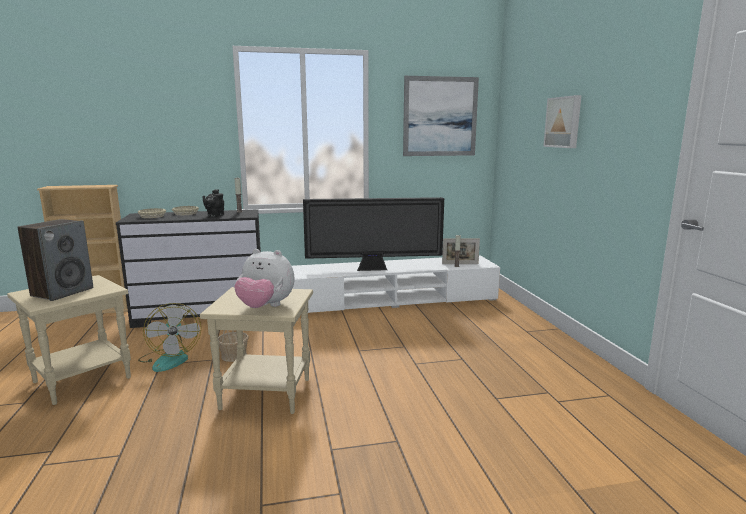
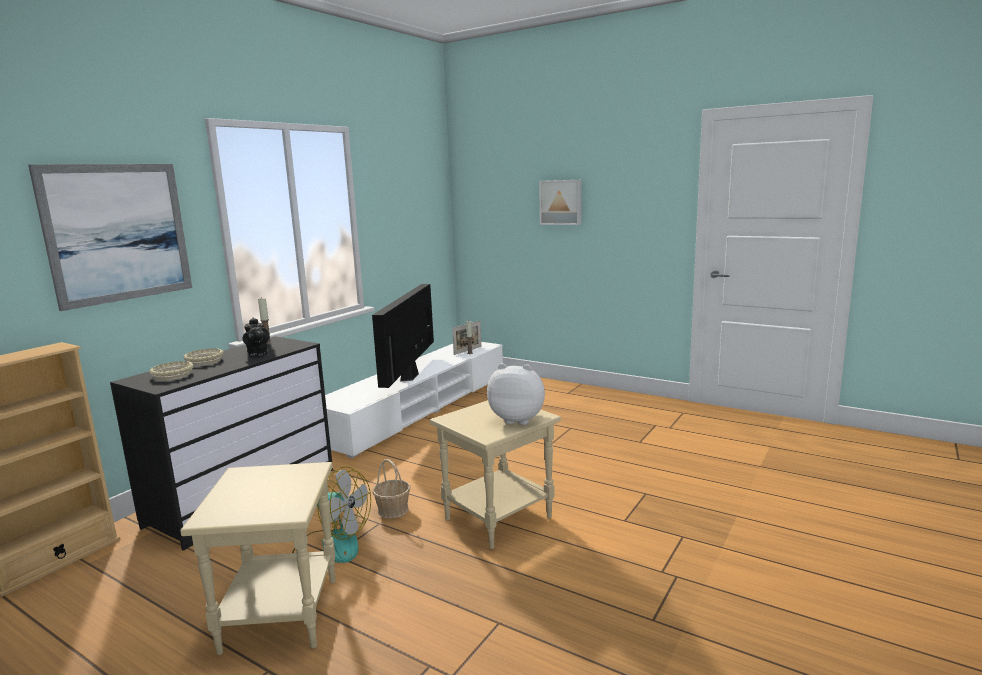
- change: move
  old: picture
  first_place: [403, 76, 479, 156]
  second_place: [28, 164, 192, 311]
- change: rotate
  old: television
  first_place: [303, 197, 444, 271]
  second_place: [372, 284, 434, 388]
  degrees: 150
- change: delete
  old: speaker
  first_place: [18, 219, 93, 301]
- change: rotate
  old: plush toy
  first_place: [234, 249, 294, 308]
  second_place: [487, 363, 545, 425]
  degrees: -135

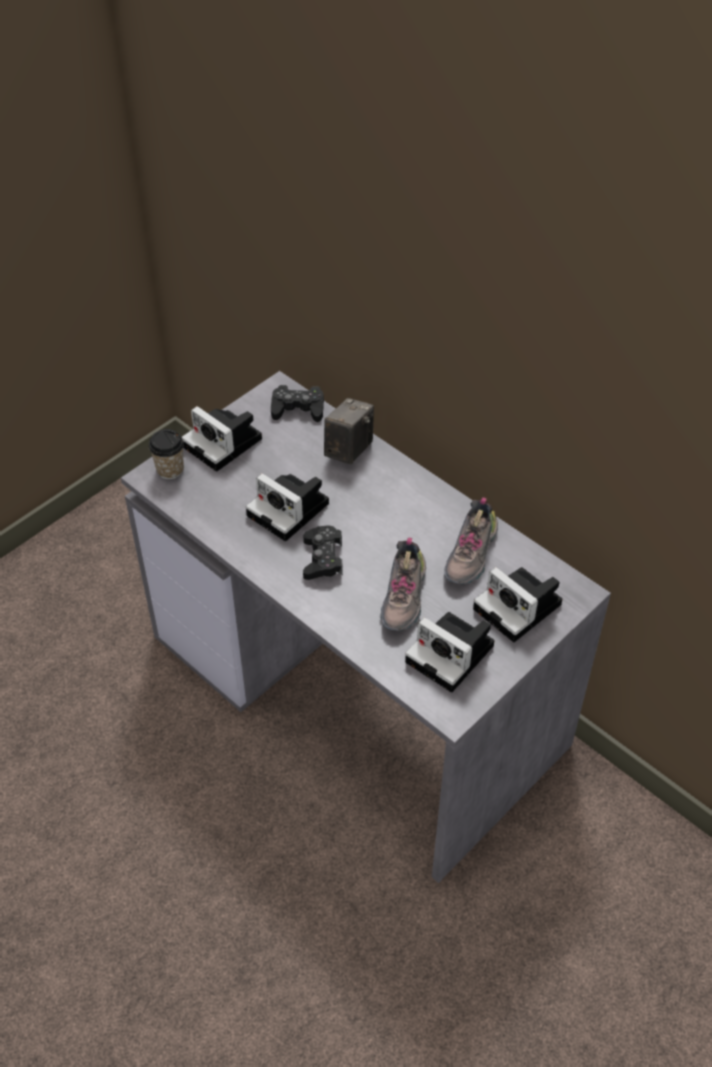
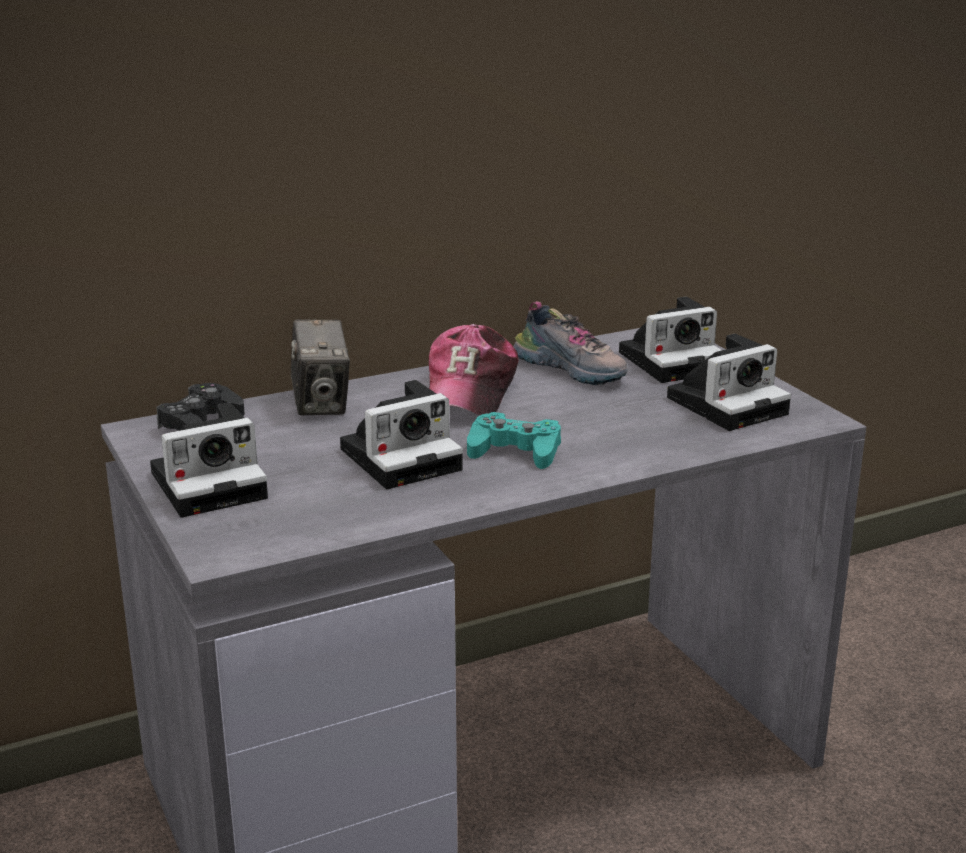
- change: rotate
  old: photo camera
  first_place: [324, 398, 374, 464]
  second_place: [290, 319, 350, 415]
  degrees: -150
- change: delete
  old: cup
  first_place: [149, 429, 184, 479]
- change: recolor
  old: black game controller
  new: turquoise game controller
  first_place: [303, 525, 343, 580]
  second_place: [467, 412, 561, 469]
- change: delete
  old: shoe
  first_place: [380, 538, 426, 631]
- change: insert
  new: cap
  second_place: [429, 324, 519, 415]

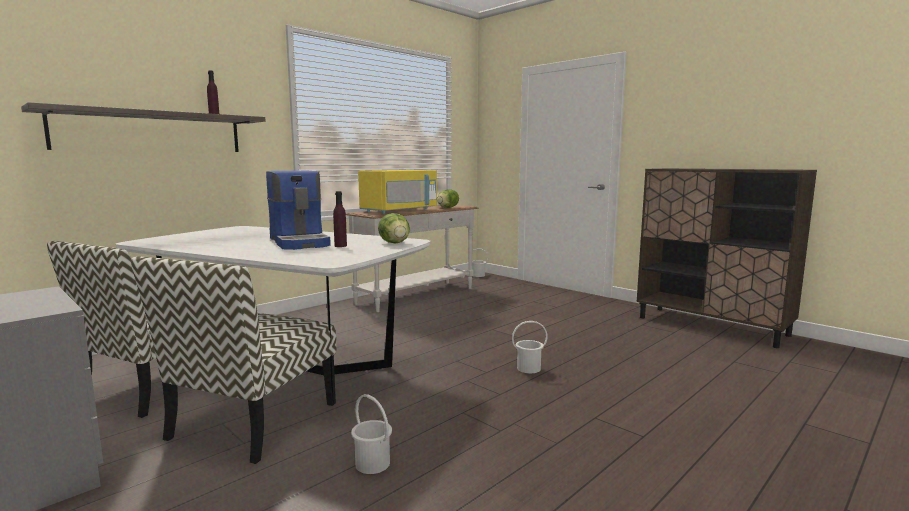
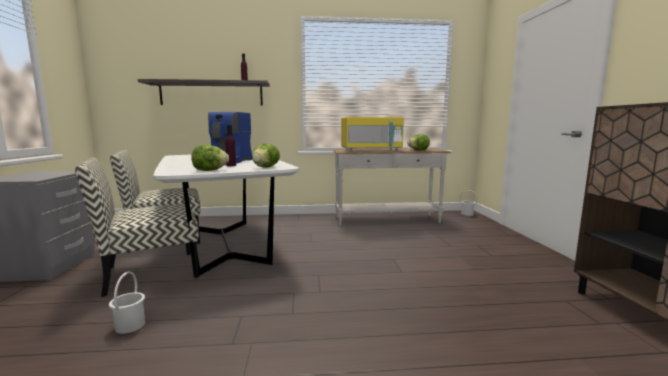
- change: delete
  old: white bucket
  first_place: [512, 321, 548, 373]
- change: insert
  new: lettuce
  second_place: [191, 145, 229, 171]

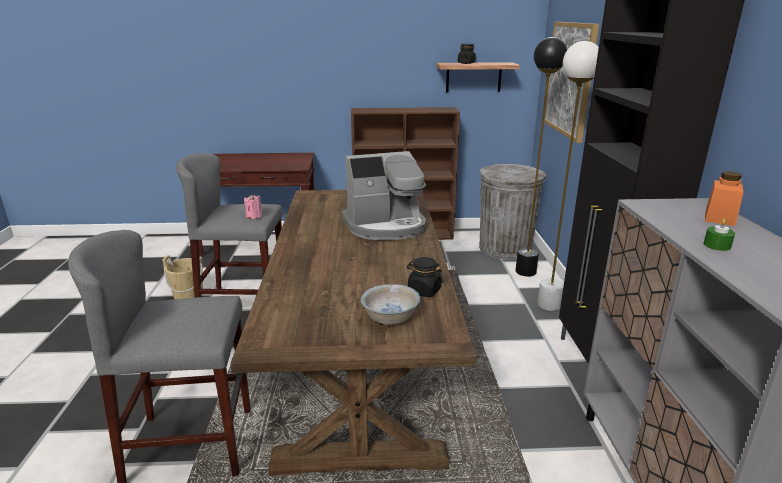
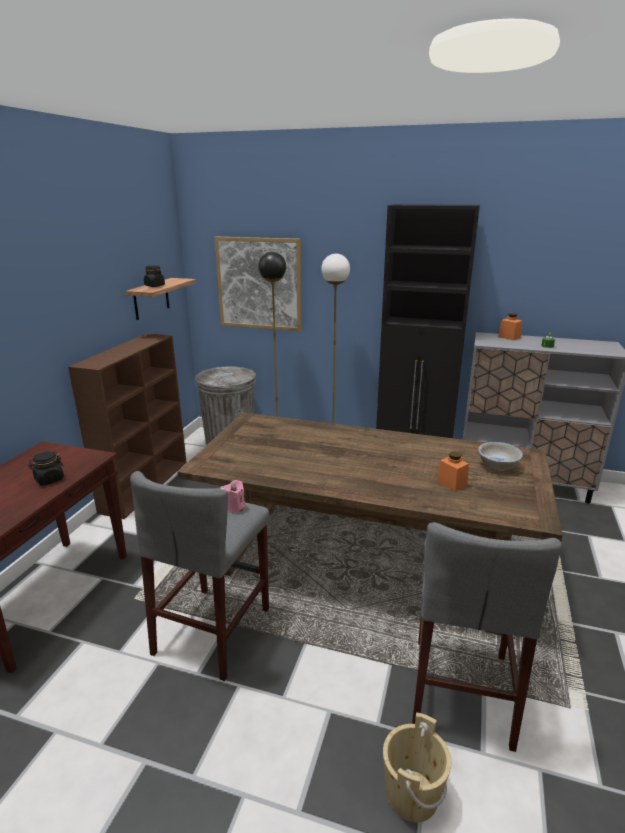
- change: delete
  old: coffee machine
  first_place: [342, 151, 426, 240]
- change: move
  old: beige bucket
  first_place: [162, 255, 203, 299]
  second_place: [383, 713, 451, 823]
- change: move
  old: black jar
  first_place: [407, 257, 443, 297]
  second_place: [28, 451, 64, 485]
- change: insert
  new: orange jar
  second_place: [437, 451, 469, 491]

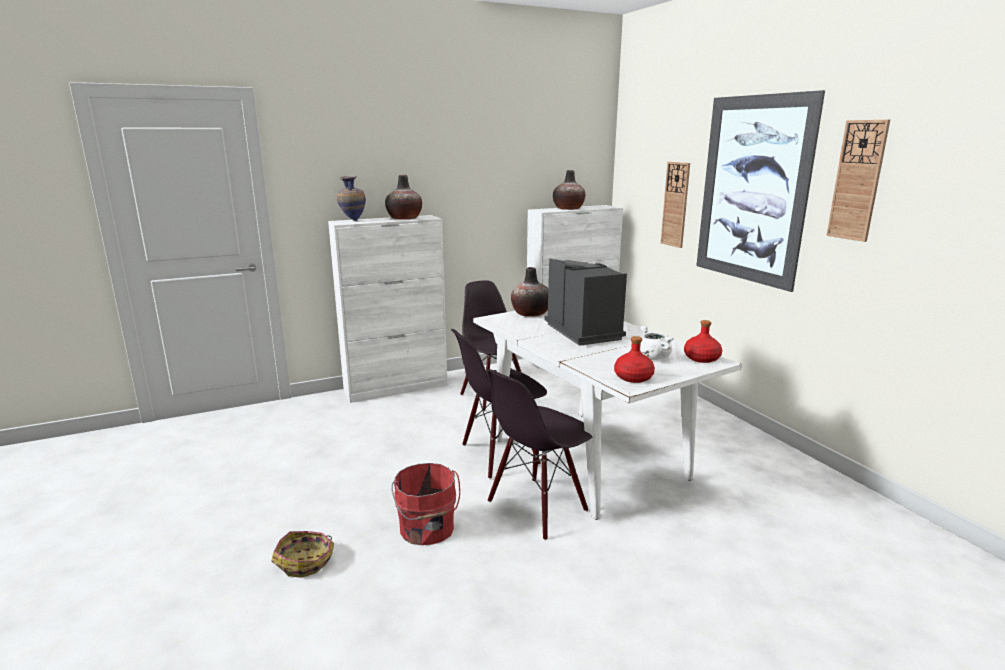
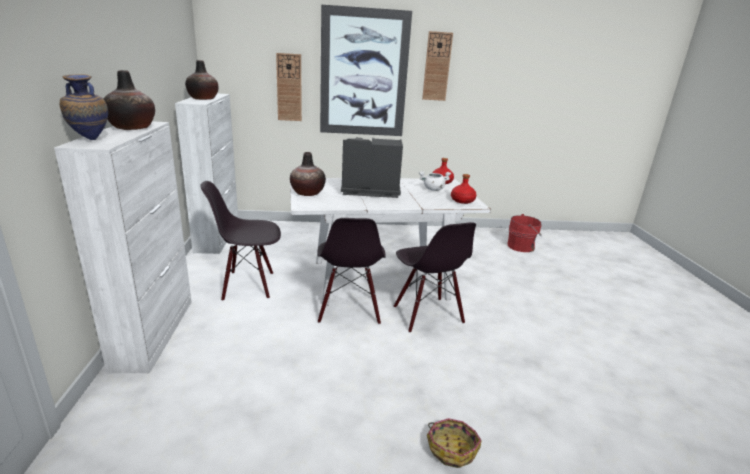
- change: move
  old: red bucket
  first_place: [391, 463, 460, 545]
  second_place: [508, 214, 542, 252]

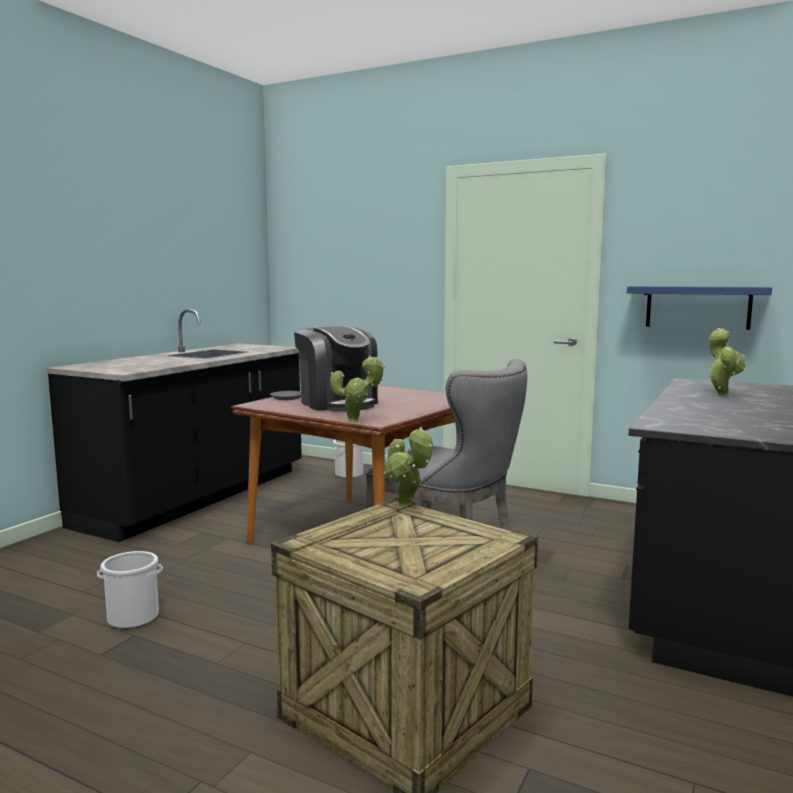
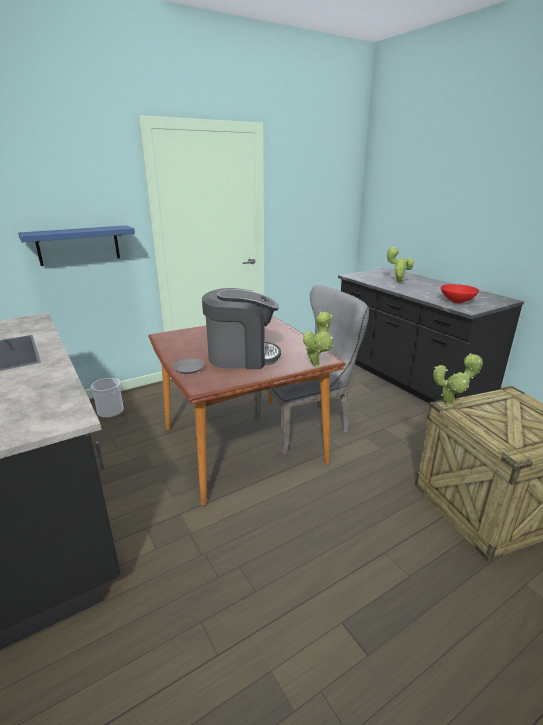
- change: move
  old: blue shelf
  first_place: [627, 286, 772, 330]
  second_place: [18, 225, 135, 266]
- change: delete
  old: bucket
  first_place: [97, 551, 163, 629]
- change: insert
  new: red bowl
  second_place: [441, 284, 479, 303]

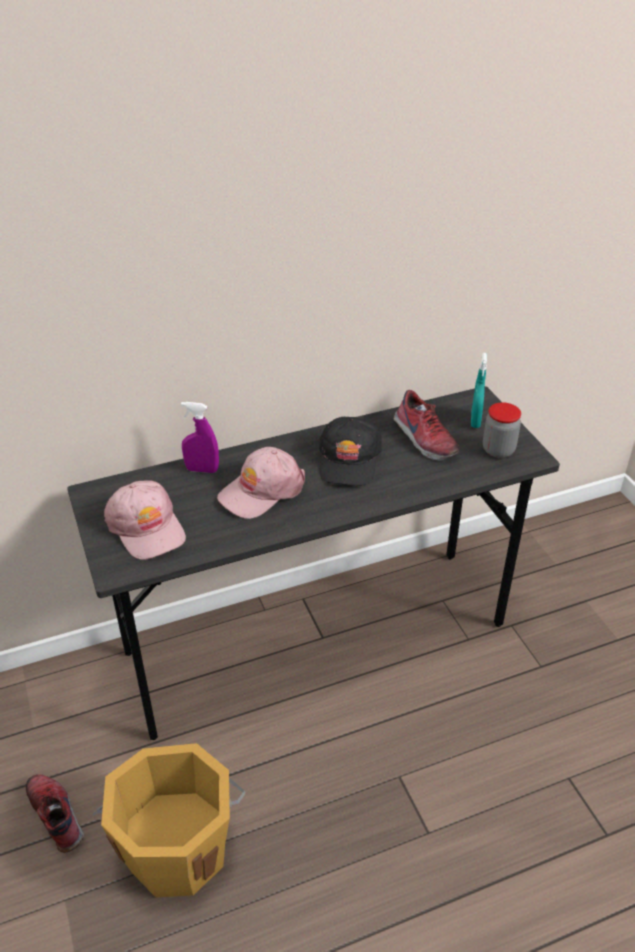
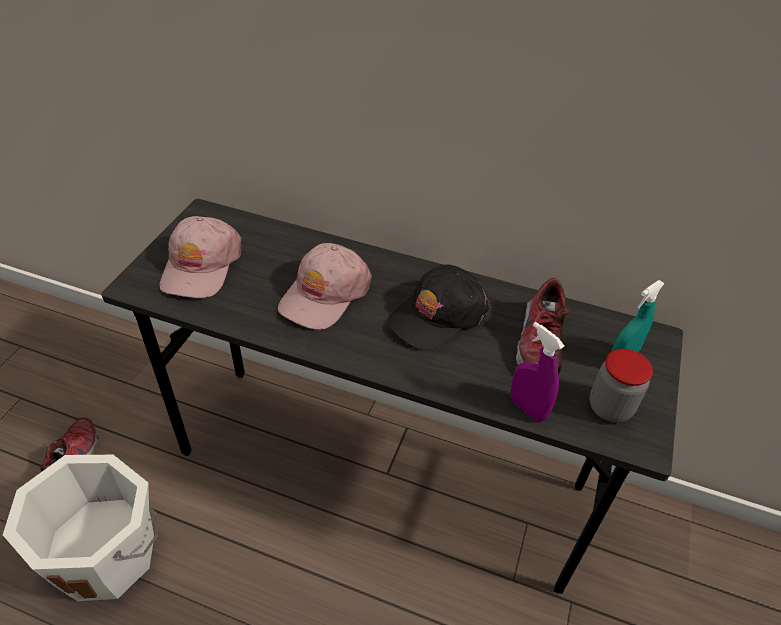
- change: move
  old: purple spray bottle
  first_place: [181, 402, 219, 473]
  second_place: [510, 322, 564, 422]
- change: rotate
  old: pink cap
  first_place: [217, 447, 305, 519]
  second_place: [278, 243, 372, 330]
  degrees: -60
- change: recolor
  old: orange bucket
  new: white bucket
  first_place: [92, 743, 246, 897]
  second_place: [3, 455, 158, 601]

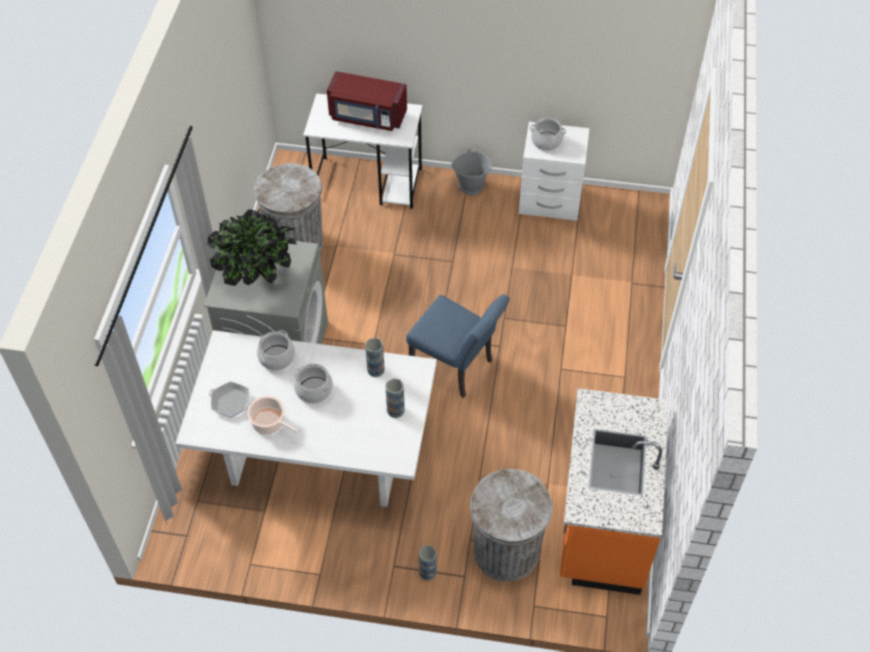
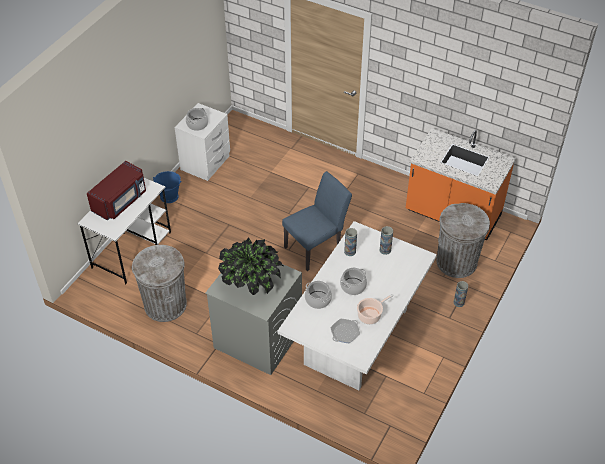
- change: recolor
  old: grey bucket
  new: blue bucket
  first_place: [451, 149, 492, 195]
  second_place: [153, 171, 182, 203]

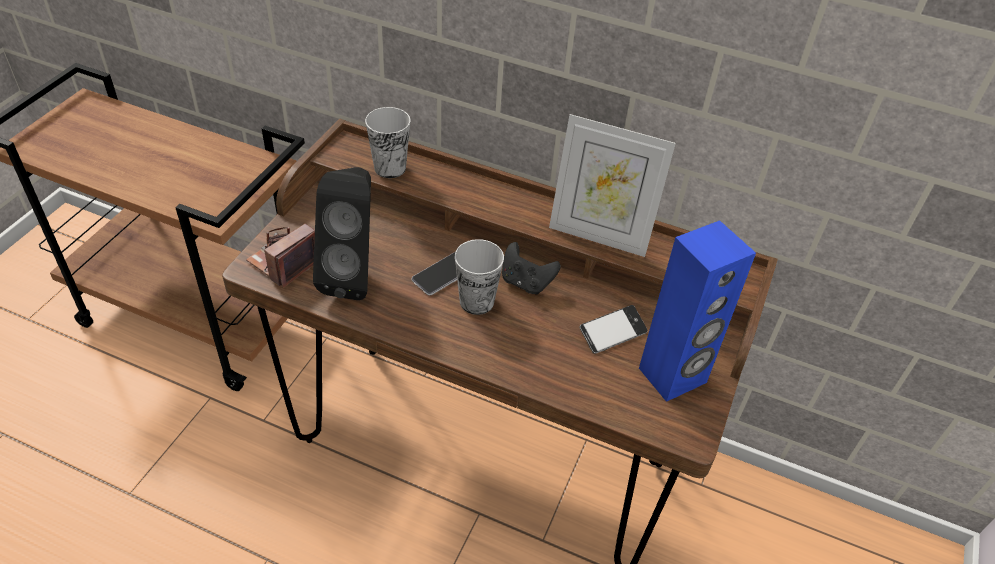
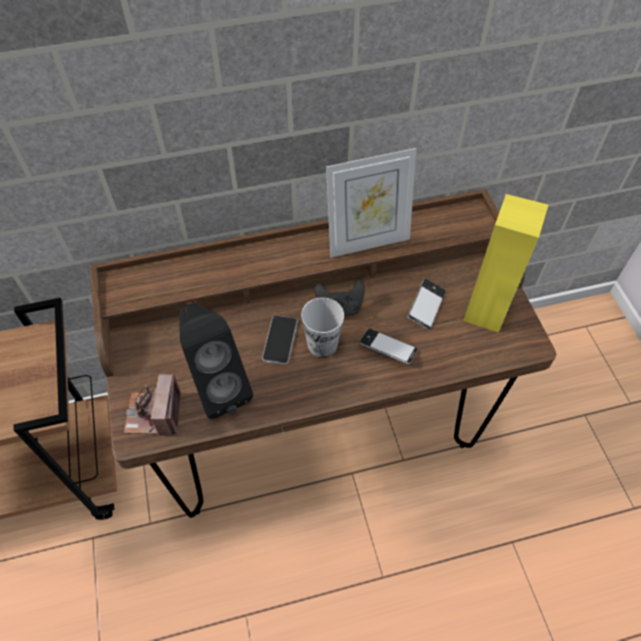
- change: delete
  old: cup
  first_place: [365, 107, 410, 178]
- change: recolor
  old: blue speaker
  new: yellow speaker
  first_place: [639, 220, 756, 402]
  second_place: [463, 194, 548, 333]
- change: insert
  new: phone
  second_place: [359, 329, 418, 364]

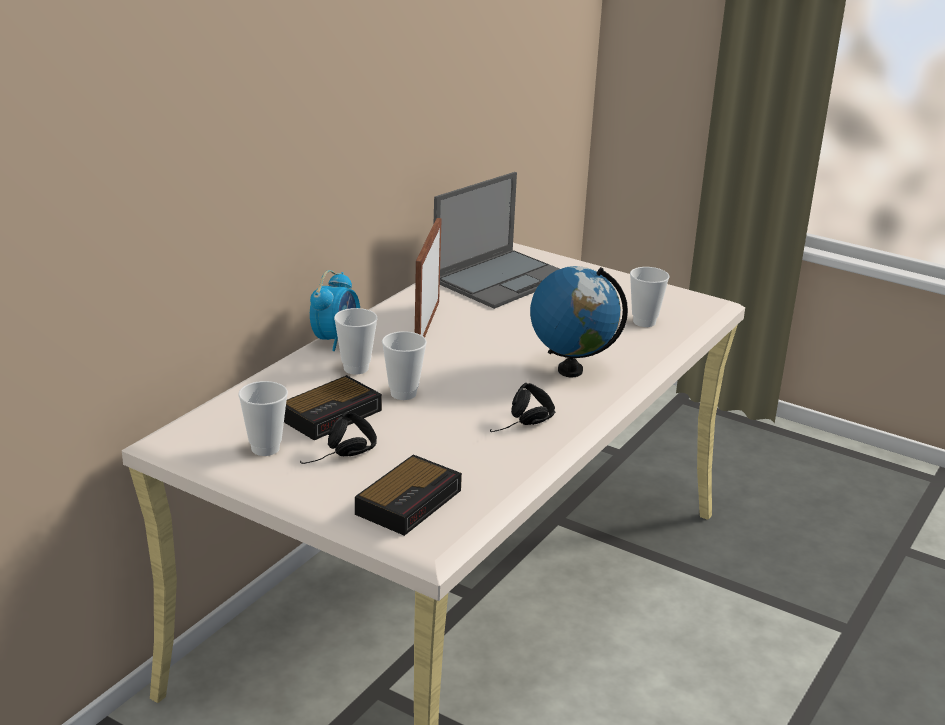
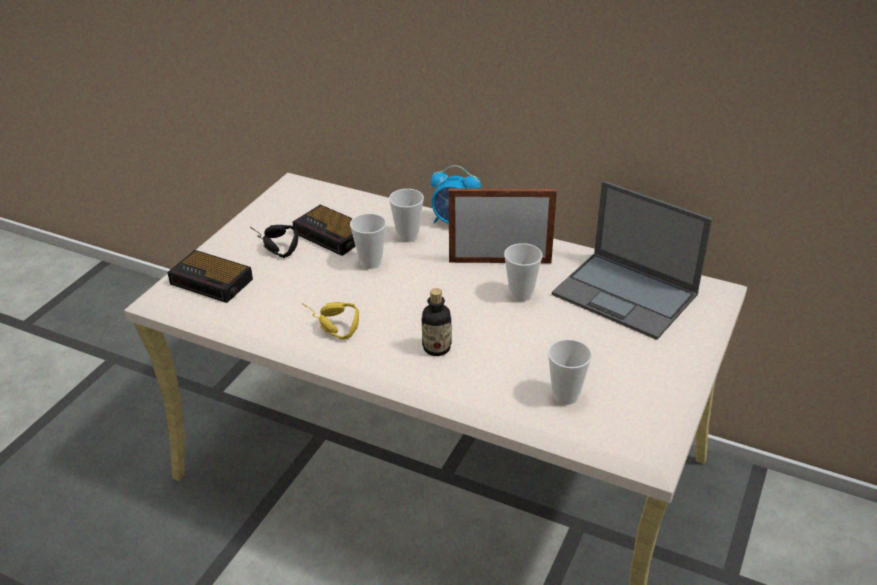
- change: replace
  old: globe
  new: bottle
  first_place: [530, 266, 628, 377]
  second_place: [422, 288, 451, 356]
- change: move
  old: cup
  first_place: [238, 381, 288, 456]
  second_place: [504, 243, 542, 302]
- change: recolor
  old: black headphones
  new: yellow headphones
  first_place: [490, 383, 555, 432]
  second_place: [302, 302, 359, 340]

